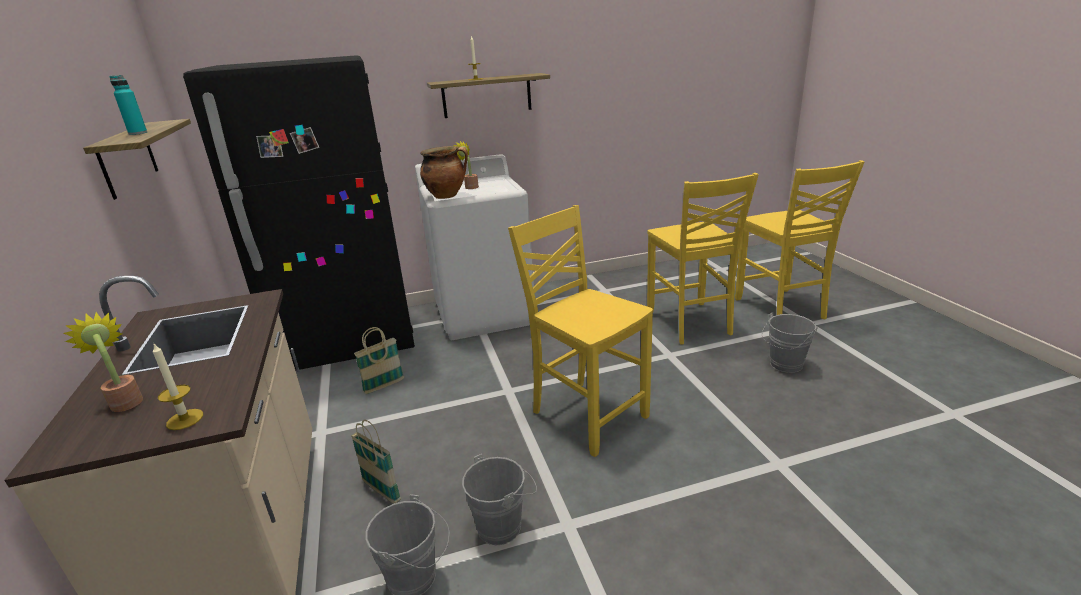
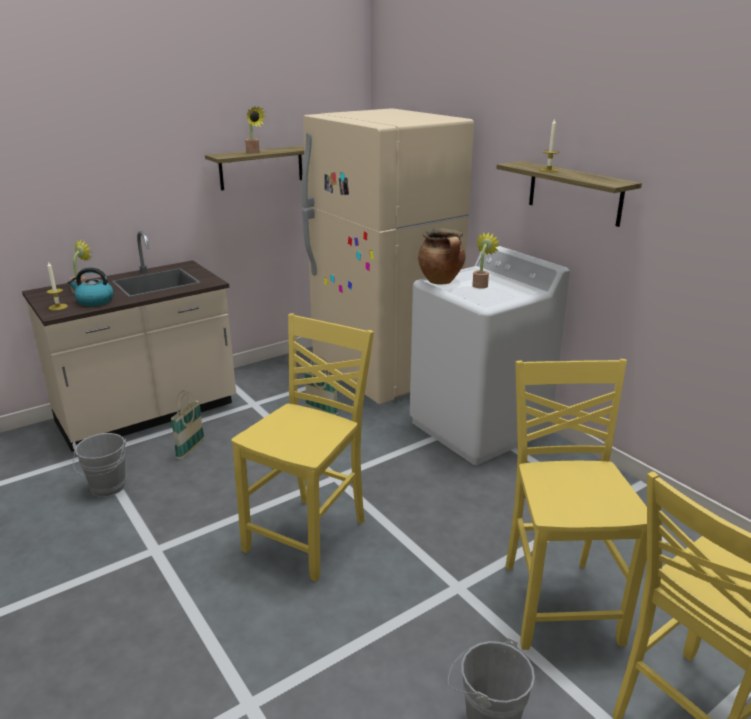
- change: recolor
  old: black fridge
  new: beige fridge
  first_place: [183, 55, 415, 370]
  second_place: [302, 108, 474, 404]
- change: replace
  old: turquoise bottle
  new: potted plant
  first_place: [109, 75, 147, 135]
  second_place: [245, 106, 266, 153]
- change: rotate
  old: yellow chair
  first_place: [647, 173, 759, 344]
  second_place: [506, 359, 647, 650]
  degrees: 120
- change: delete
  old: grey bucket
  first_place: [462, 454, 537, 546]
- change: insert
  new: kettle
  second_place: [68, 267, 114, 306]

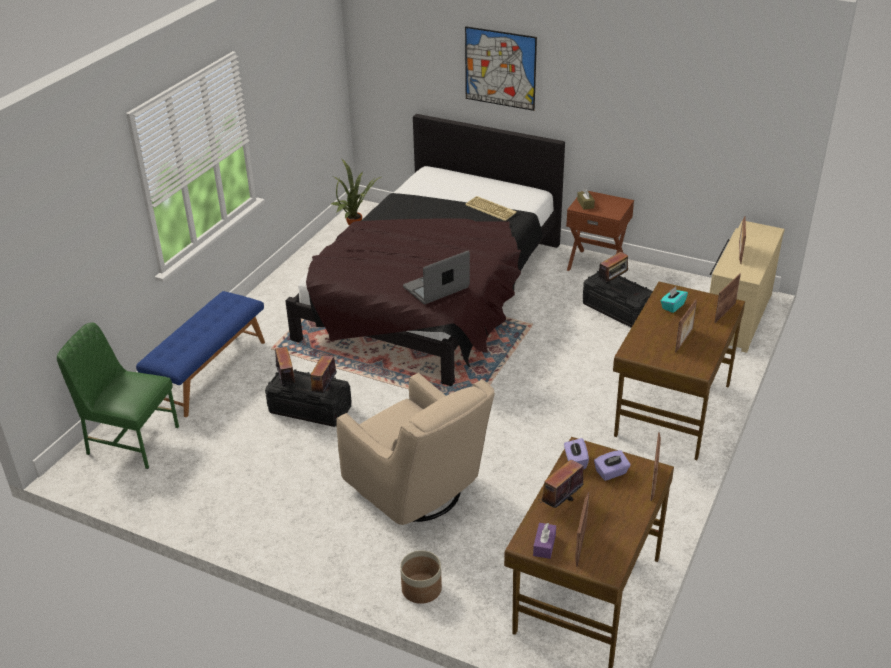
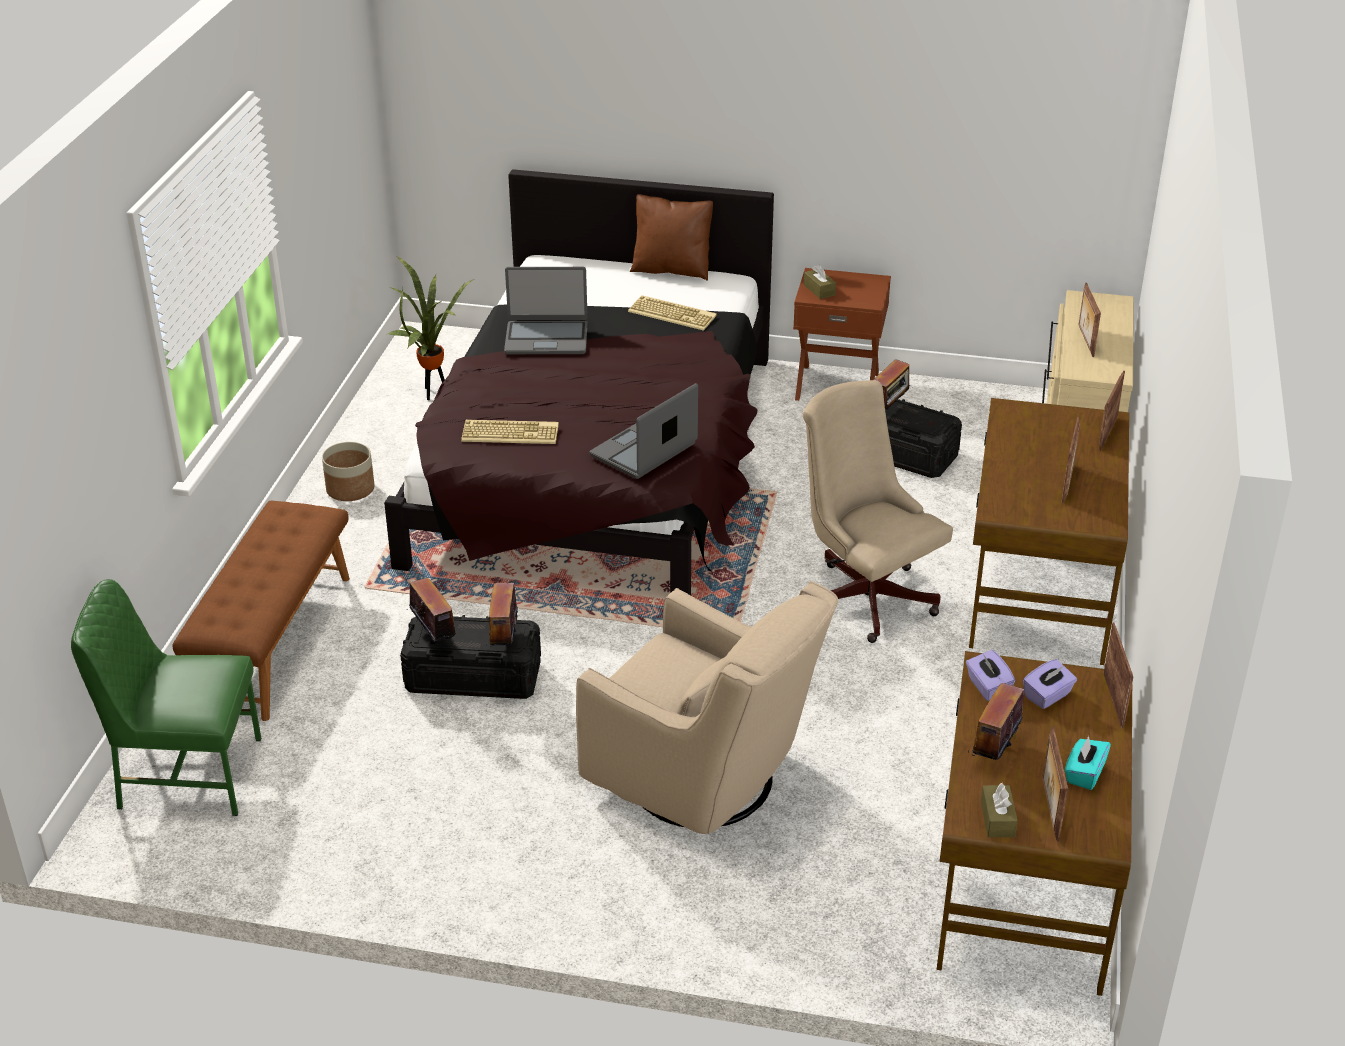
- change: delete
  old: picture
  first_place: [465, 26, 537, 111]
- change: move
  old: turquoise tissue box
  first_place: [661, 287, 688, 313]
  second_place: [1065, 736, 1111, 790]
- change: recolor
  old: blue bench
  new: brown bench
  first_place: [136, 291, 265, 417]
  second_place: [172, 501, 350, 721]
- change: recolor
  old: purple tissue box
  new: brown tissue box
  first_place: [533, 523, 556, 559]
  second_place: [981, 783, 1018, 837]
- change: move
  old: planter
  first_place: [400, 550, 442, 604]
  second_place: [322, 442, 375, 501]
- change: insert
  new: brown pillow
  second_place: [630, 194, 713, 281]
- change: insert
  new: laptop
  second_place: [504, 267, 588, 354]
- change: insert
  new: beige office chair
  second_place: [802, 380, 953, 643]
- change: insert
  new: keyboard
  second_place: [461, 420, 559, 444]

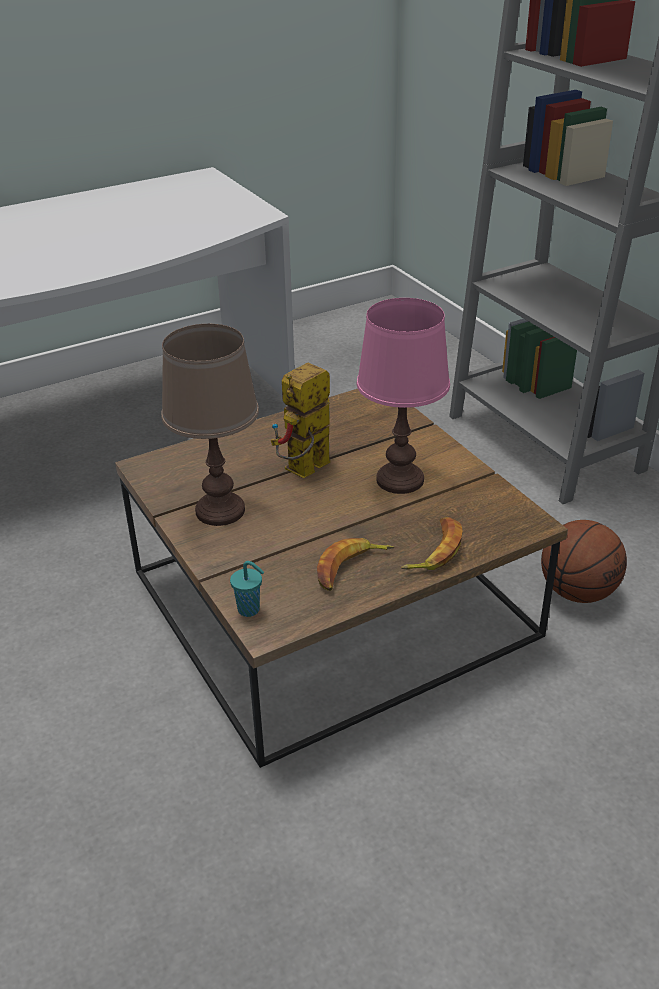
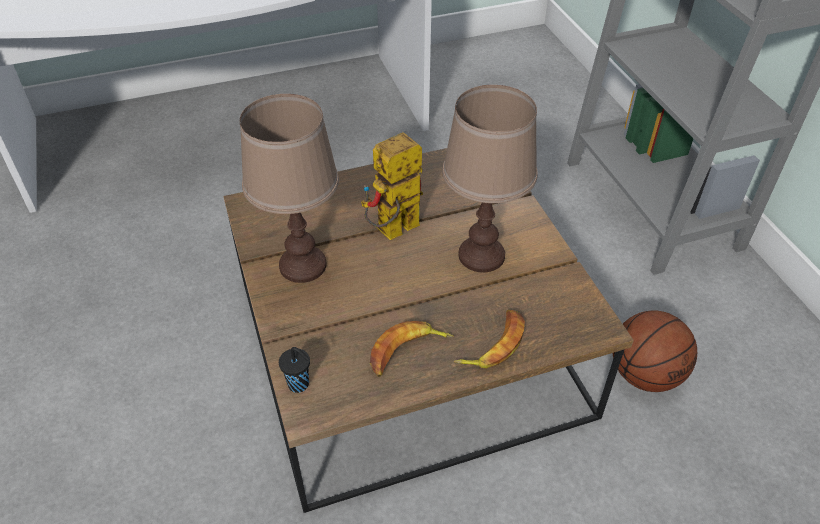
- change: recolor
  old: pink table lamp
  new: brown table lamp
  first_place: [357, 298, 450, 494]
  second_place: [442, 85, 537, 273]
- change: recolor
  old: turquoise cup
  new: black cup
  first_place: [230, 561, 264, 617]
  second_place: [279, 347, 310, 393]

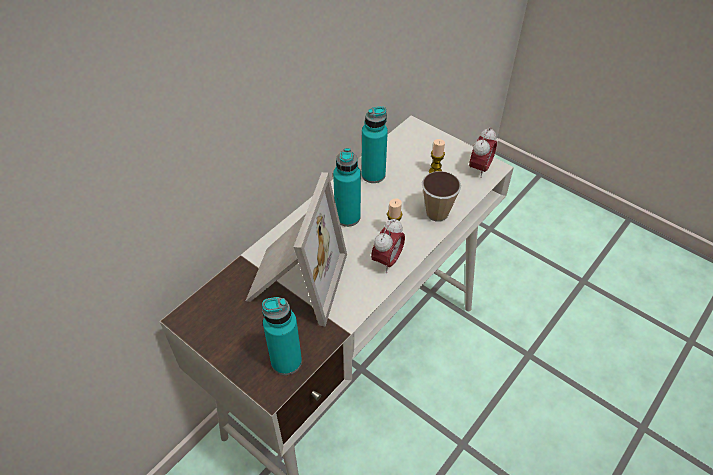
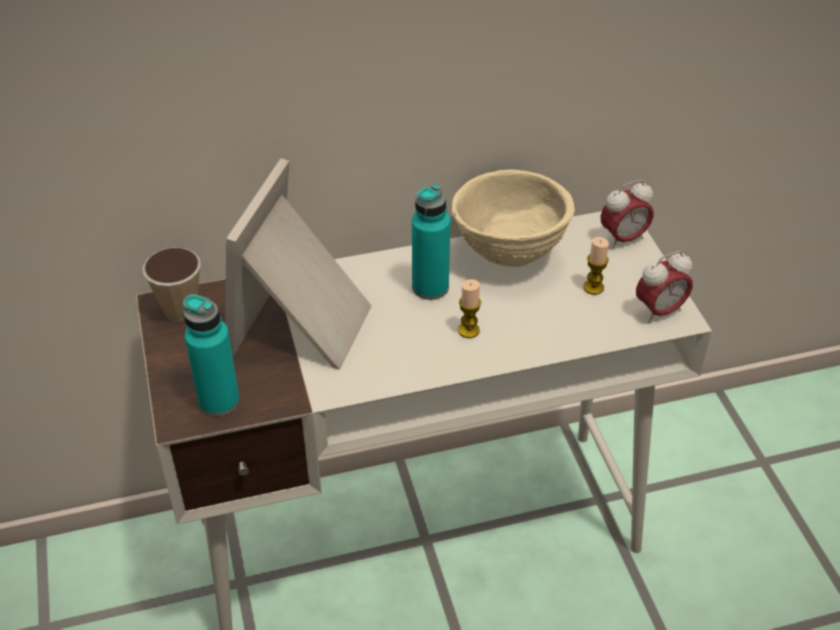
- change: replace
  old: turquoise bottle
  new: beige bowl
  first_place: [361, 106, 388, 183]
  second_place: [451, 170, 575, 267]
- change: move
  old: cup
  first_place: [422, 171, 461, 222]
  second_place: [143, 247, 201, 322]
- change: rotate
  old: picture frame
  first_place: [246, 172, 347, 326]
  second_place: [225, 158, 372, 370]
  degrees: 150
- change: move
  old: alarm clock
  first_place: [371, 218, 405, 273]
  second_place: [600, 180, 654, 249]

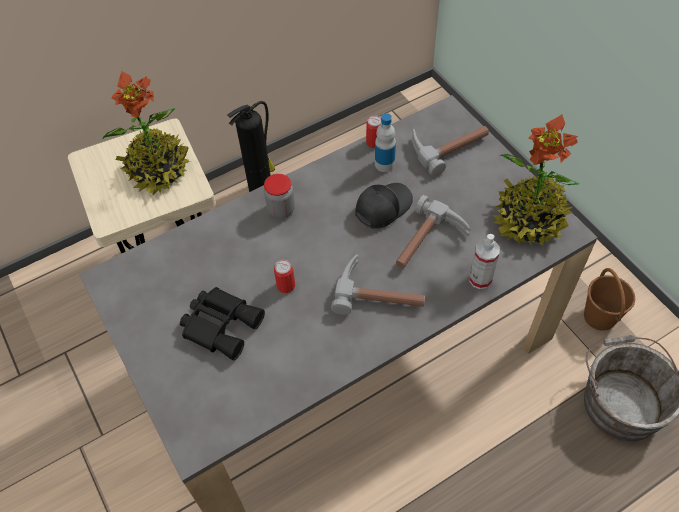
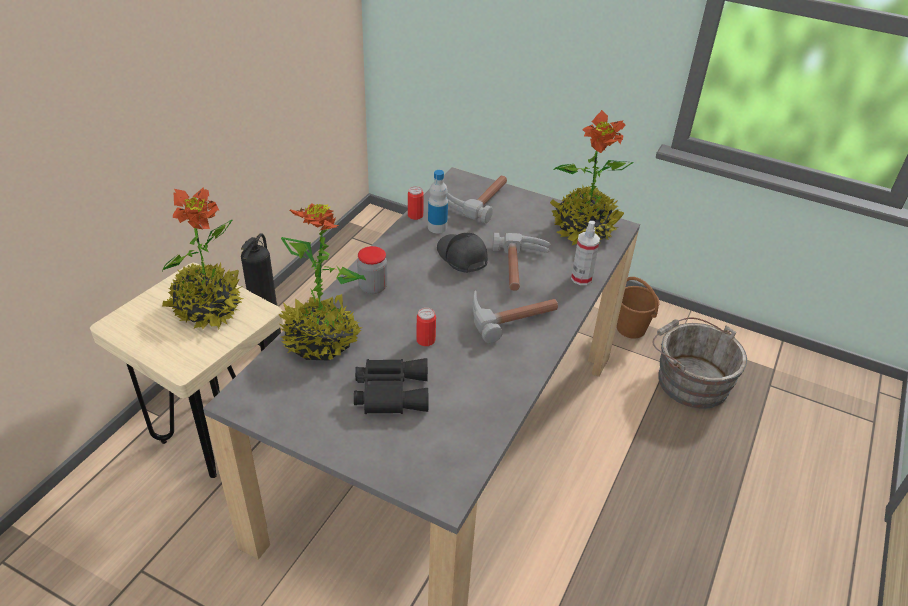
- change: rotate
  old: black cap
  first_place: [355, 183, 413, 229]
  second_place: [437, 233, 488, 273]
  degrees: -45
- change: insert
  new: potted plant
  second_place: [279, 203, 366, 360]

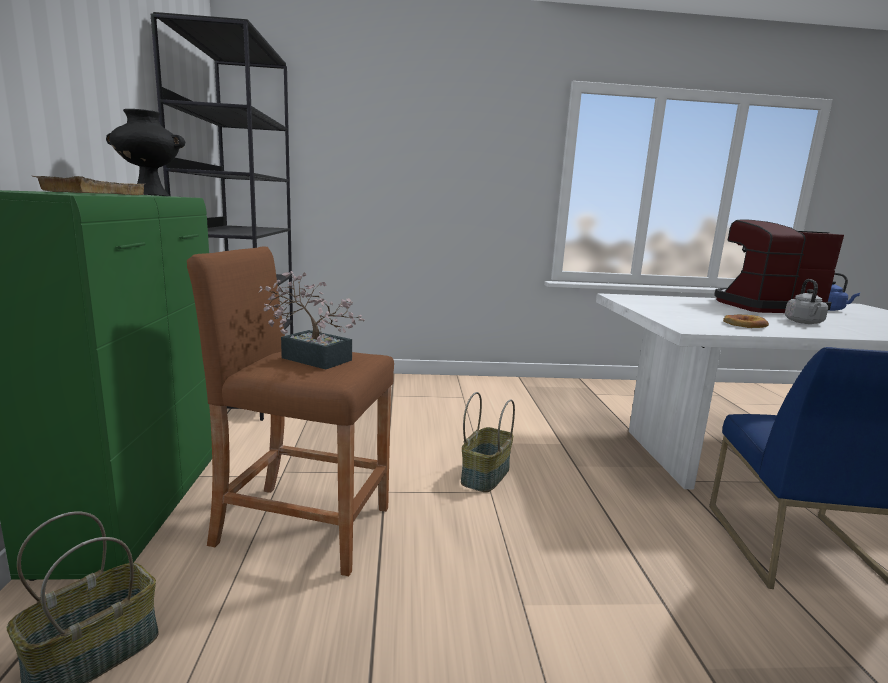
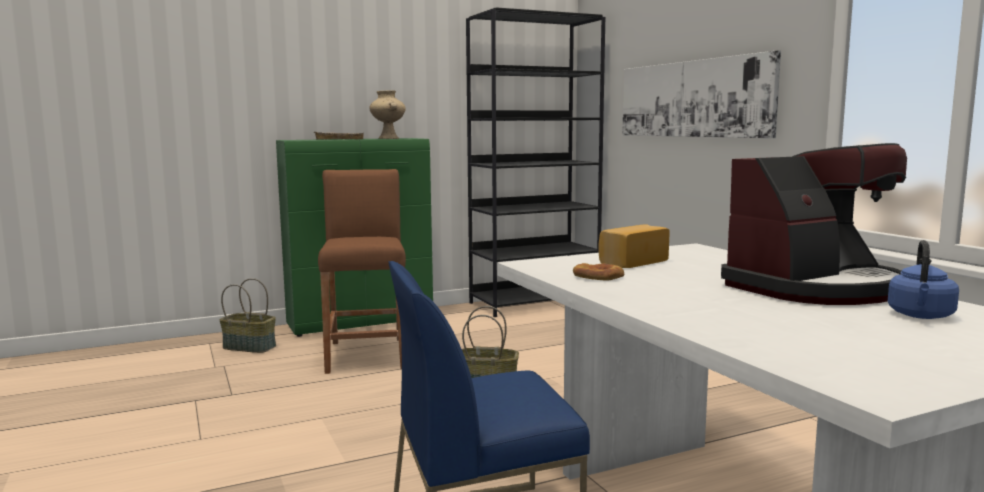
- change: recolor
  old: black vase
  new: beige vase
  first_place: [106, 109, 185, 196]
  second_place: [369, 90, 406, 139]
- change: rotate
  old: coffee machine
  first_place: [714, 219, 844, 313]
  second_place: [721, 143, 907, 305]
  degrees: 90
- change: delete
  old: potted plant
  first_place: [259, 271, 365, 370]
- change: delete
  old: grey kettle
  first_place: [785, 279, 828, 324]
- change: insert
  new: picture
  second_place: [622, 50, 781, 138]
- change: insert
  new: bread
  second_place: [598, 224, 670, 268]

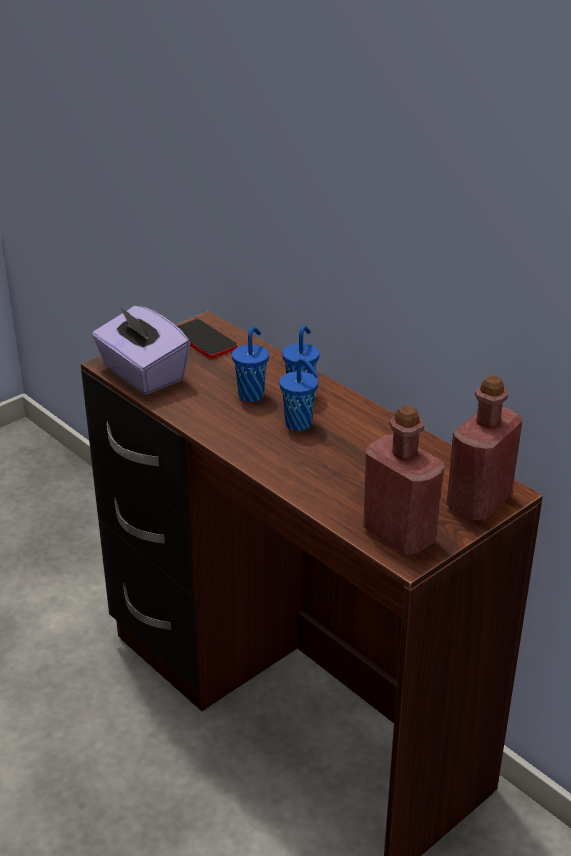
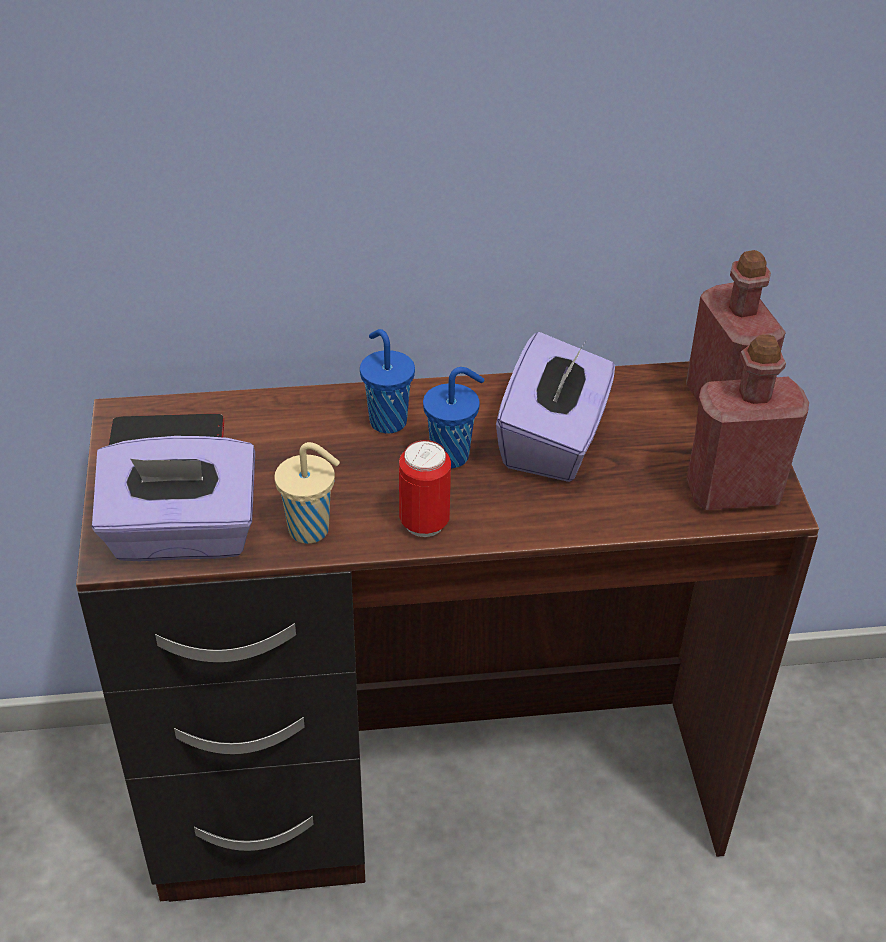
- change: delete
  old: blue cup
  first_place: [232, 327, 269, 402]
- change: insert
  new: purple tissue box
  second_place: [496, 332, 615, 482]
- change: insert
  new: can
  second_place: [399, 440, 451, 537]
- change: insert
  new: beige cup
  second_place: [274, 442, 340, 544]

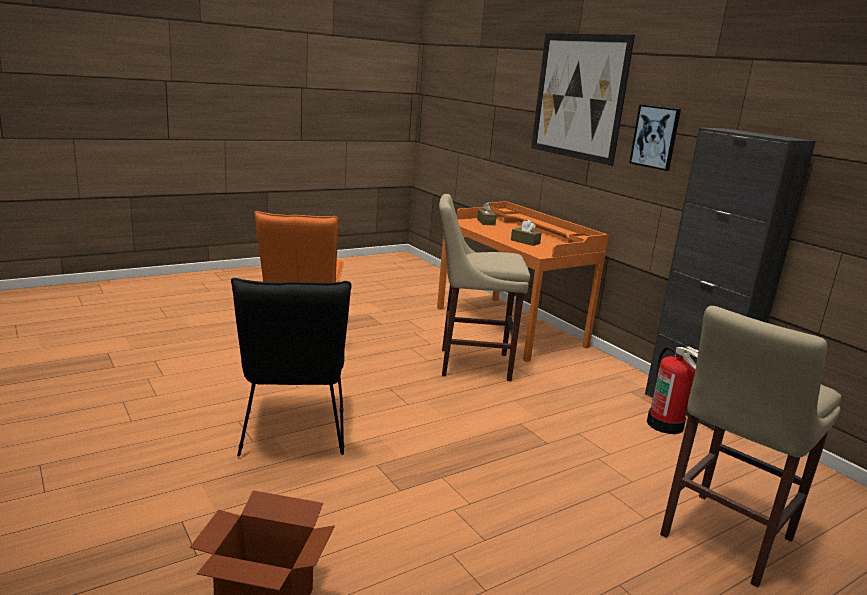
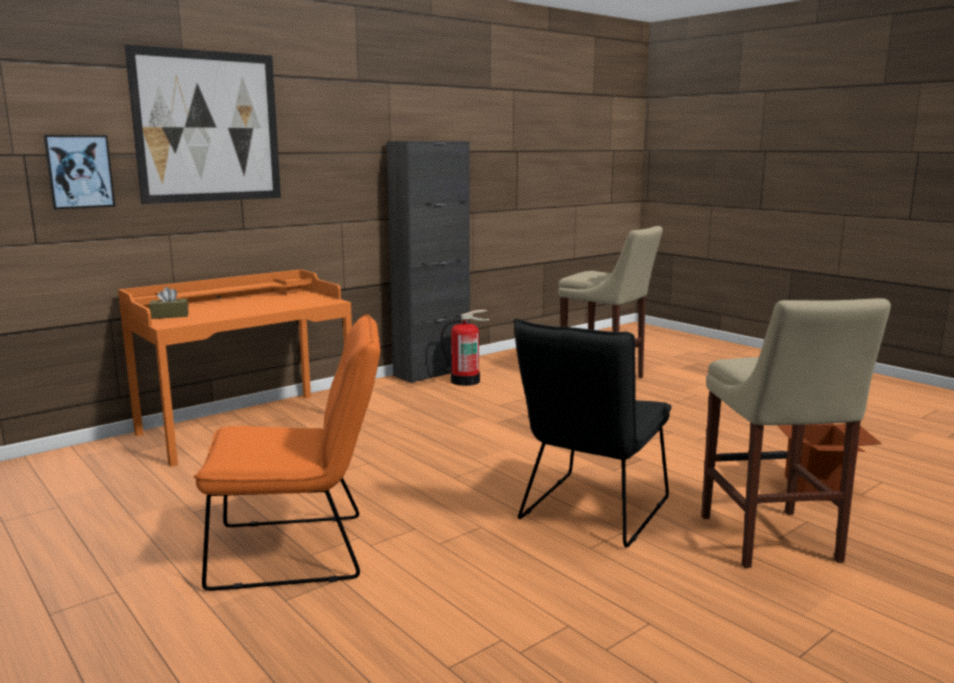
- change: move
  old: picture
  first_place: [629, 104, 681, 171]
  second_place: [43, 135, 115, 209]
- change: move
  old: beige stool
  first_place: [439, 194, 530, 381]
  second_place: [701, 298, 891, 568]
- change: delete
  old: brown tissue box
  first_place: [511, 220, 542, 246]
- change: rotate
  old: black chair
  first_place: [231, 278, 351, 456]
  second_place: [513, 318, 671, 548]
  degrees: 135

